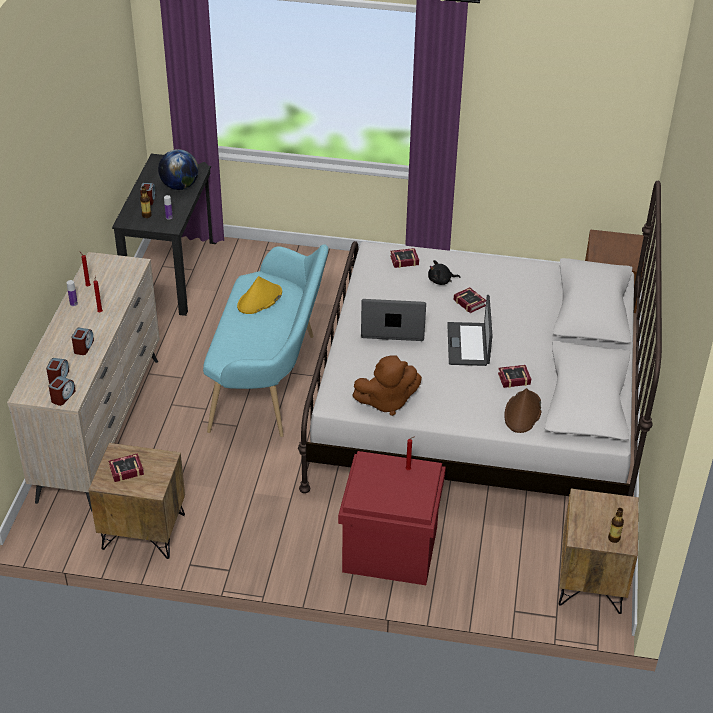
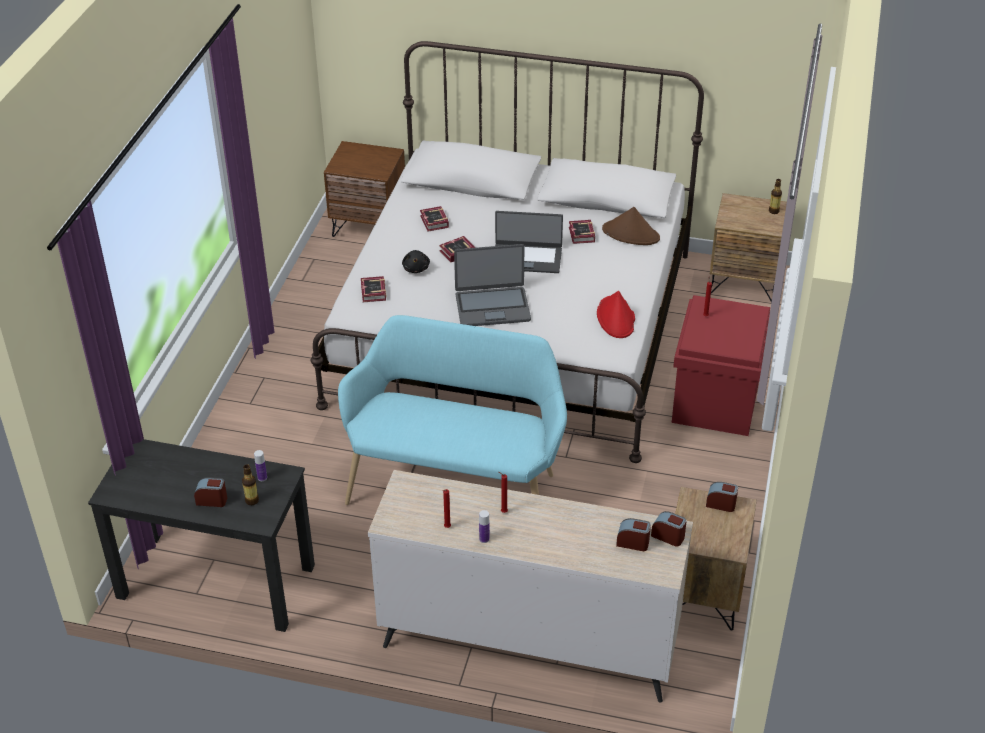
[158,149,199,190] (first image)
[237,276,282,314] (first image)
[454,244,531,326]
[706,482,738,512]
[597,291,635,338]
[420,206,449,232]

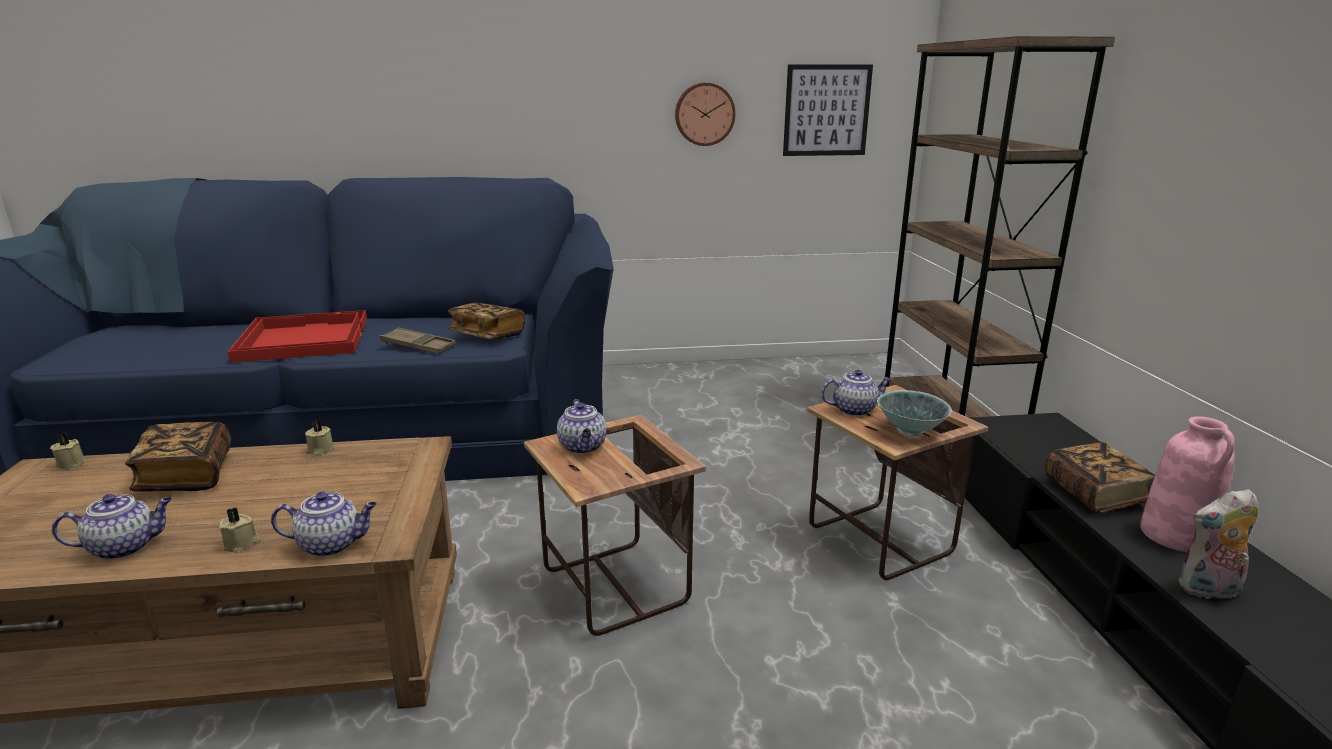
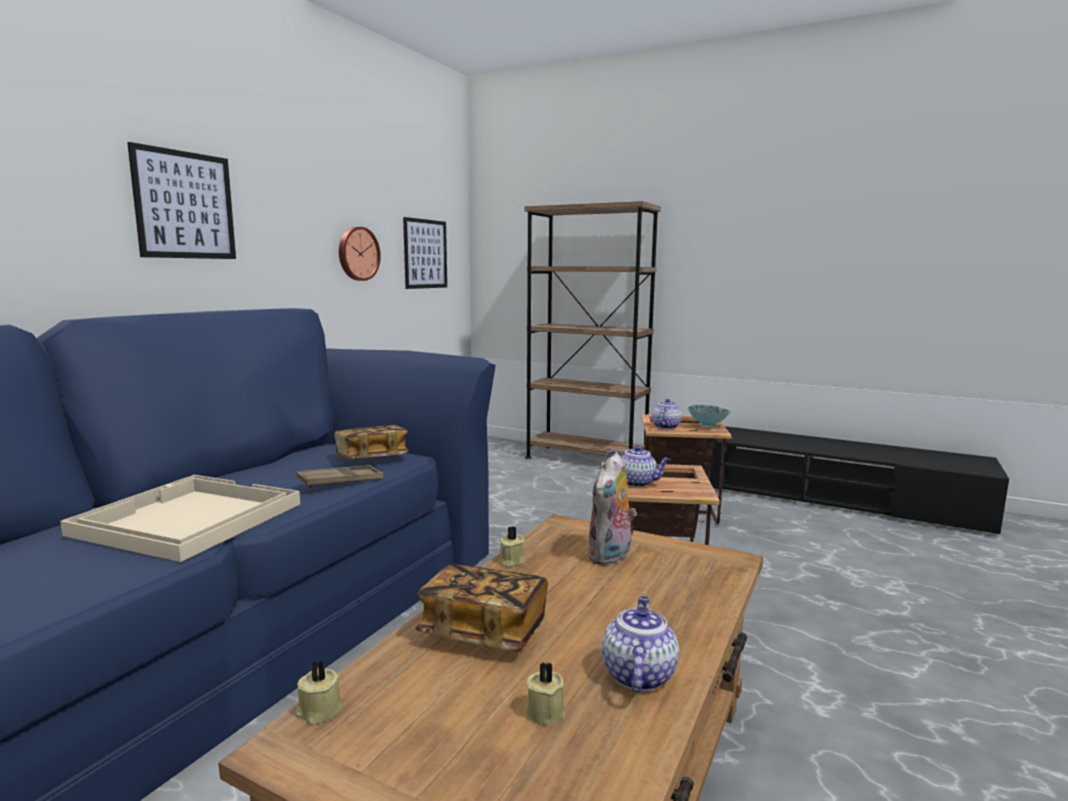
[60,475,300,562]
[1140,416,1235,552] (first image)
[1045,442,1155,513] (first image)
[587,453,637,566]
[271,492,377,557] (first image)
[525,662,566,727]
[127,142,236,259]

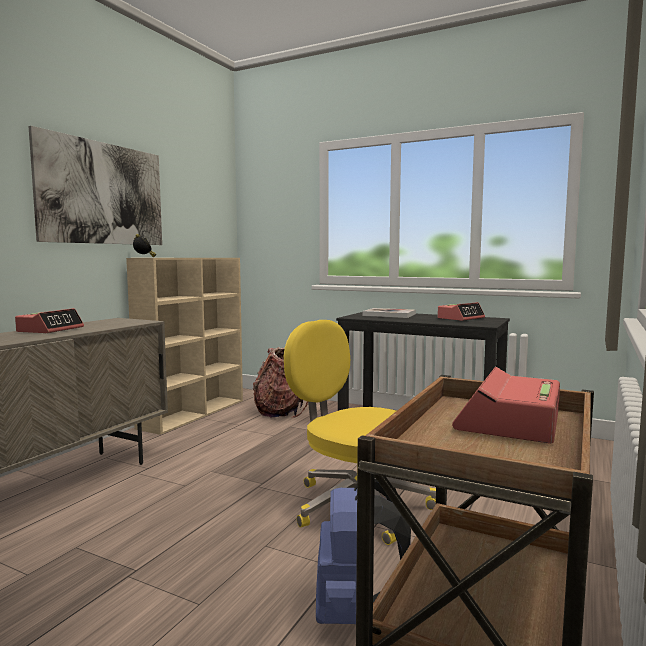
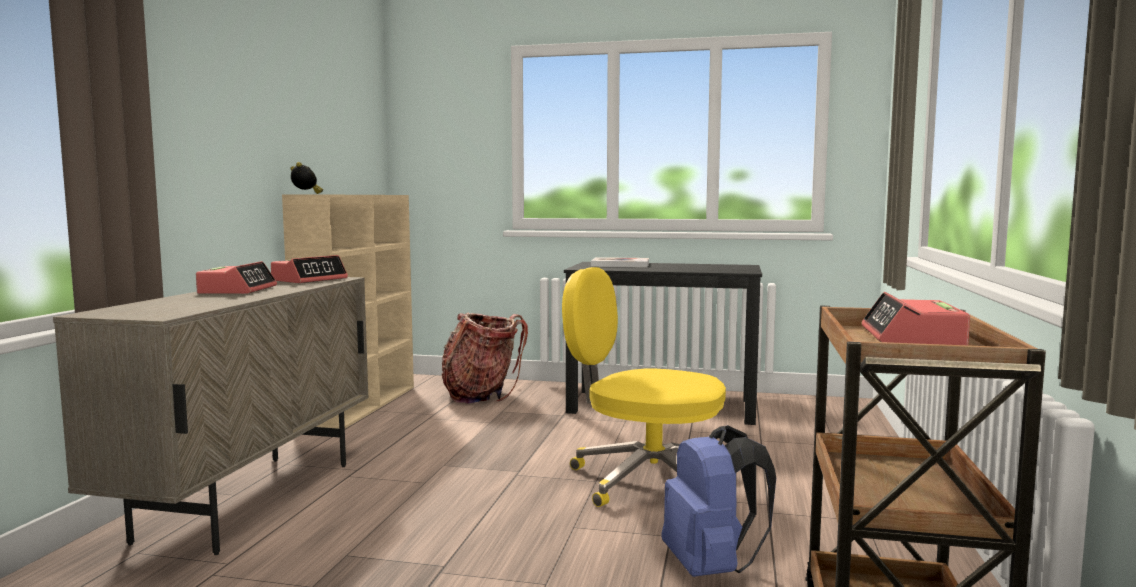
[28,126,162,245] (first image)
[271,255,348,283]

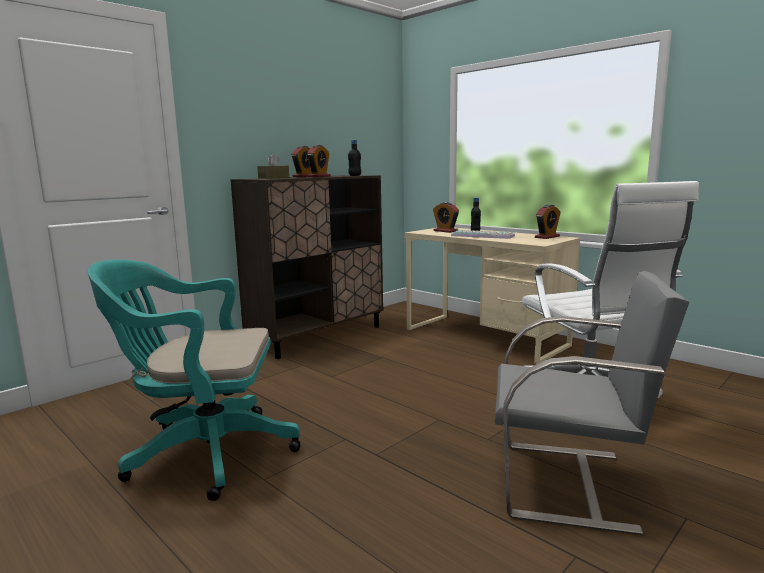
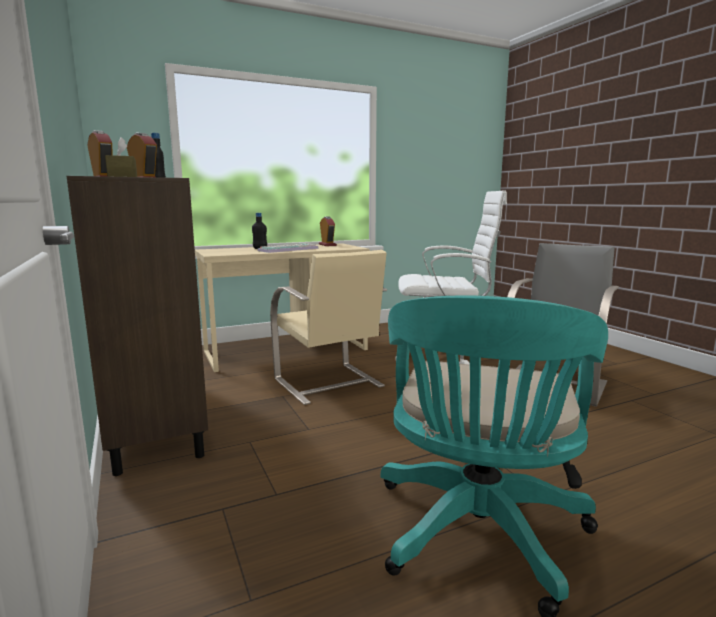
[433,202,459,233] (first image)
[270,250,387,405]

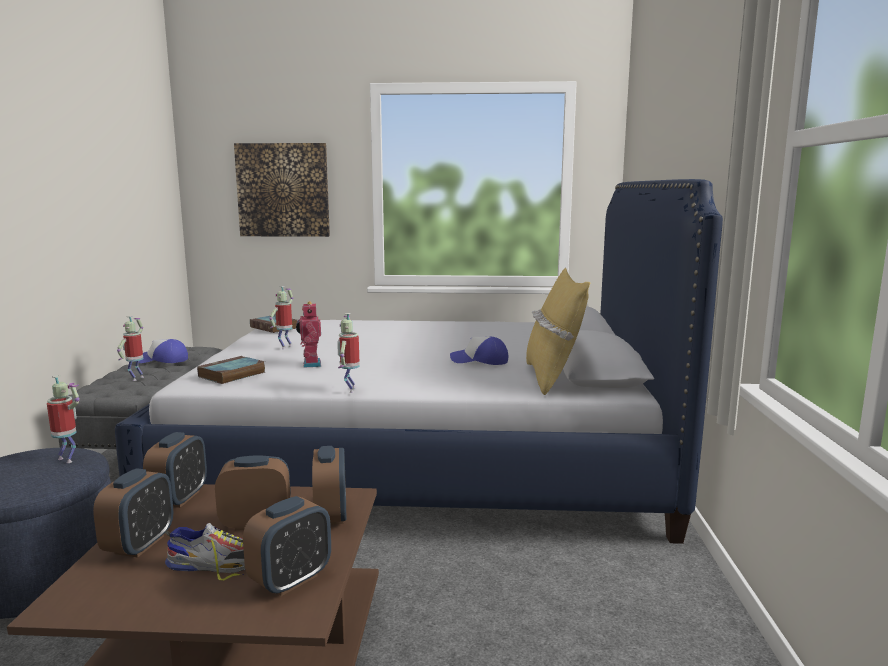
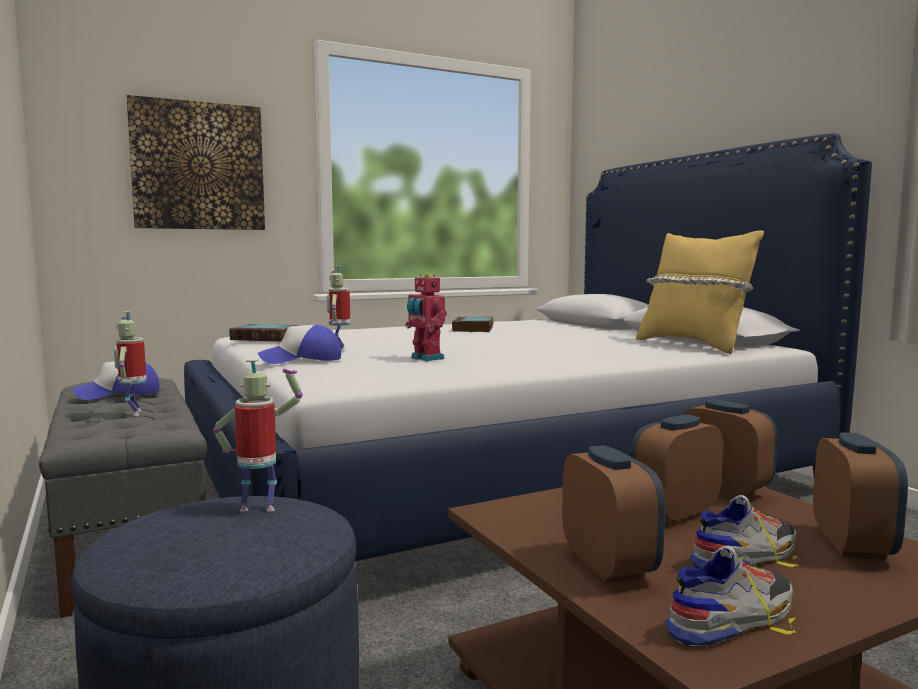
[337,313,360,393] (first image)
[258,325,341,364]
[452,317,494,332]
[143,432,207,508] (first image)
[665,546,799,647]

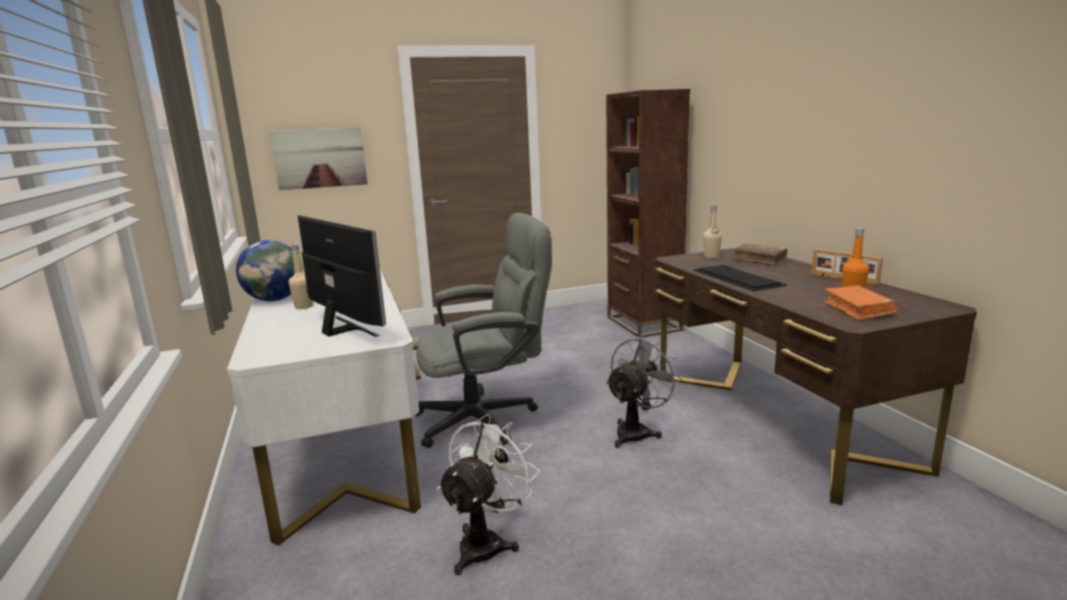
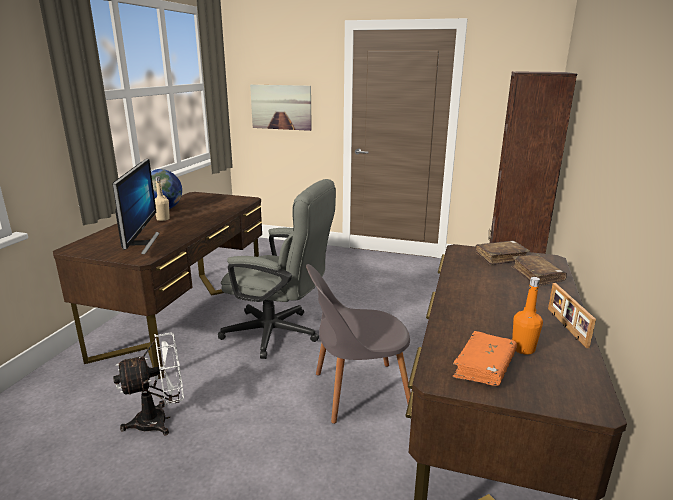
[475,241,530,265]
[693,265,787,291] (first image)
[53,192,262,379]
[306,264,411,424]

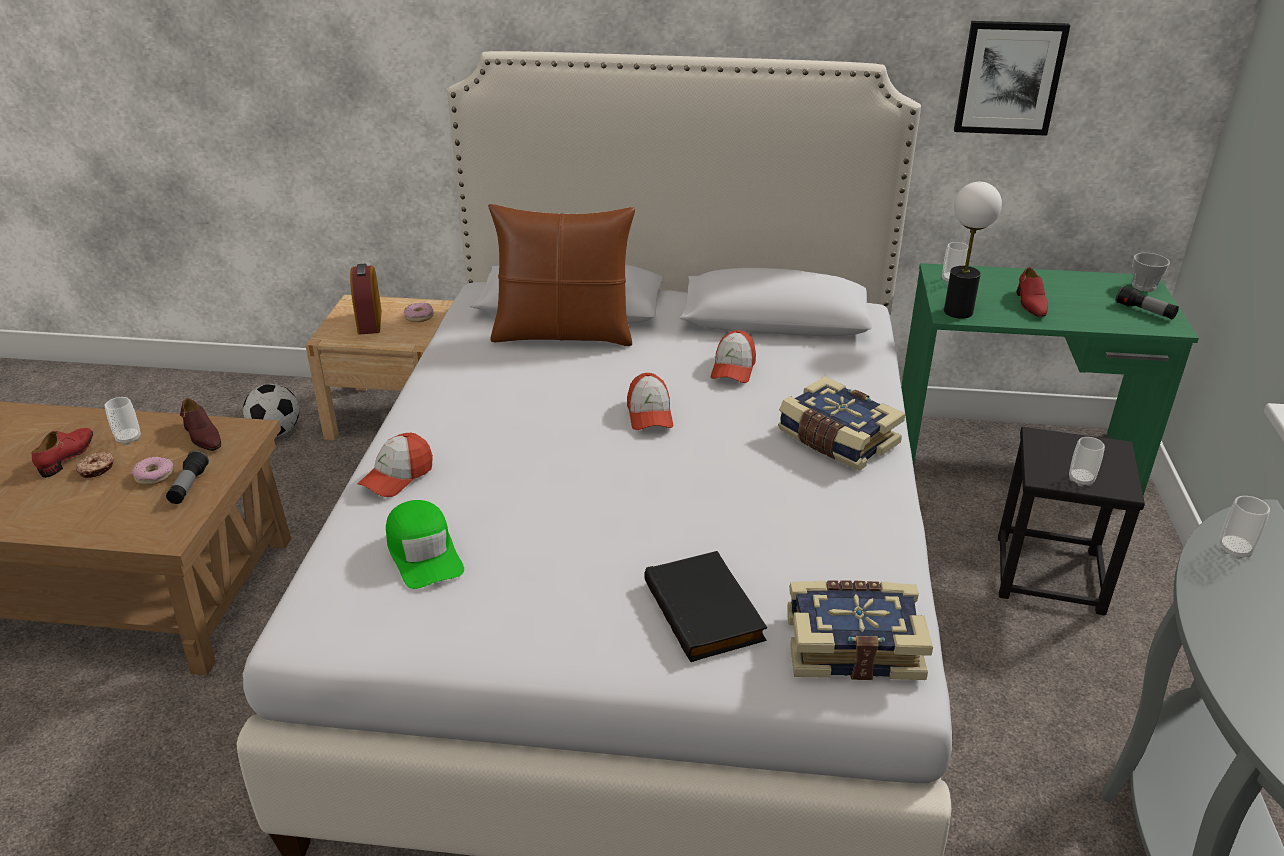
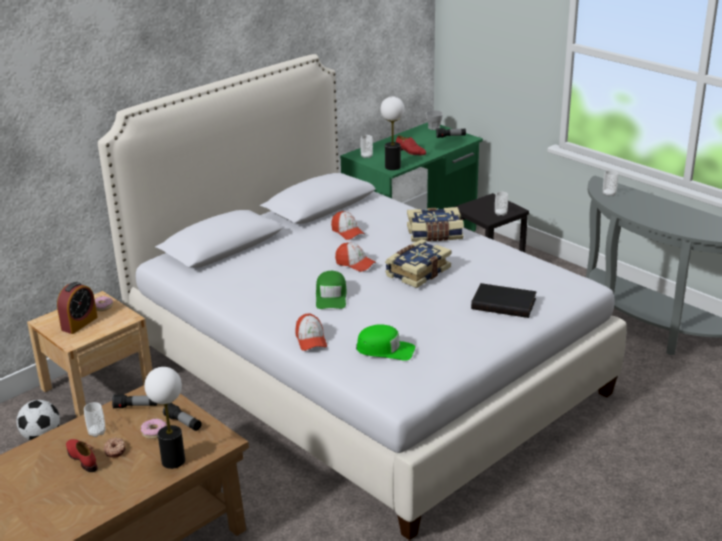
[954,21,1070,136] (first image)
[488,204,635,346] (first image)
[57,282,98,334]
[112,394,157,409]
[385,239,451,288]
[316,271,347,309]
[144,367,185,469]

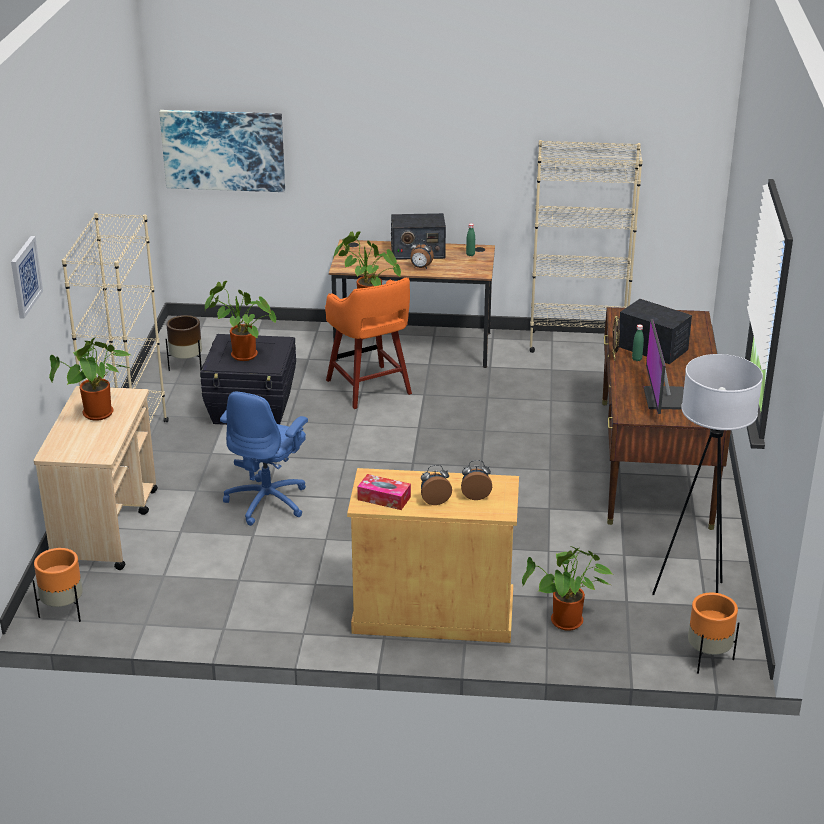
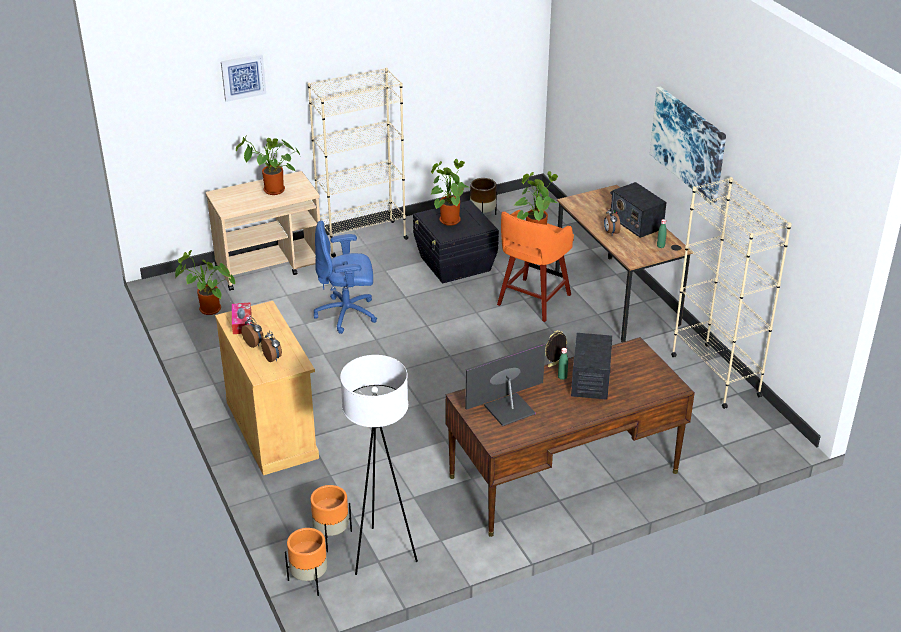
[650,86,726,206]
[175,250,235,315]
[310,485,352,552]

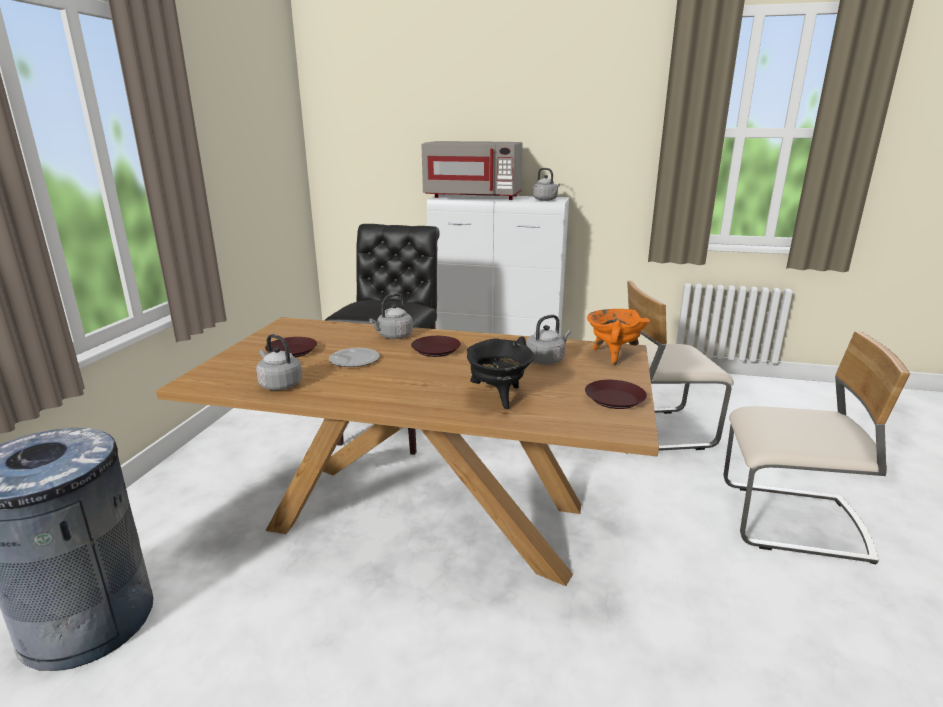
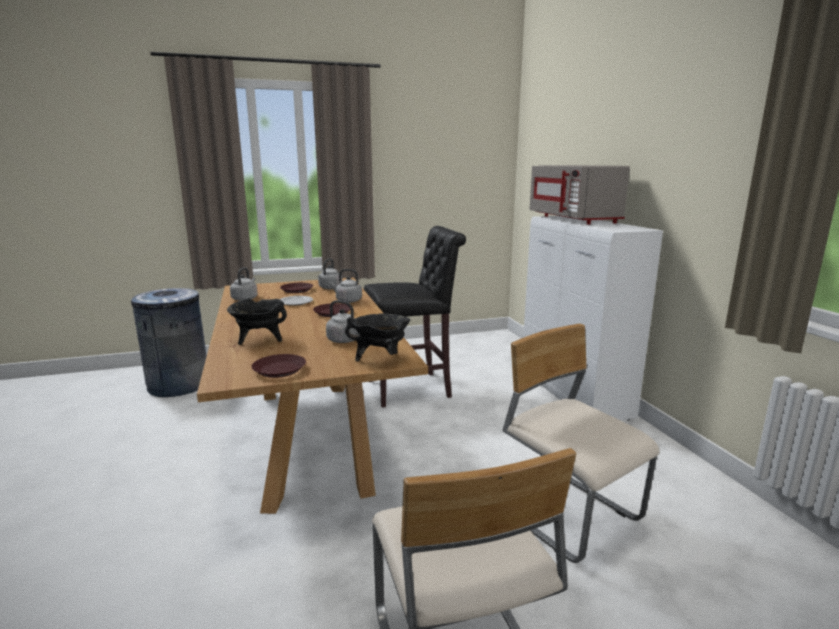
[318,258,342,289]
[345,314,410,361]

